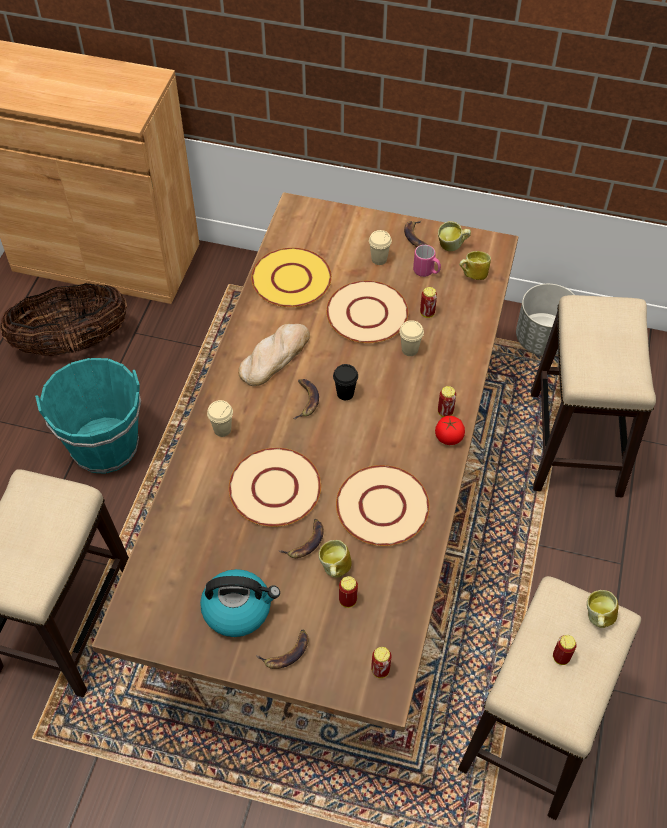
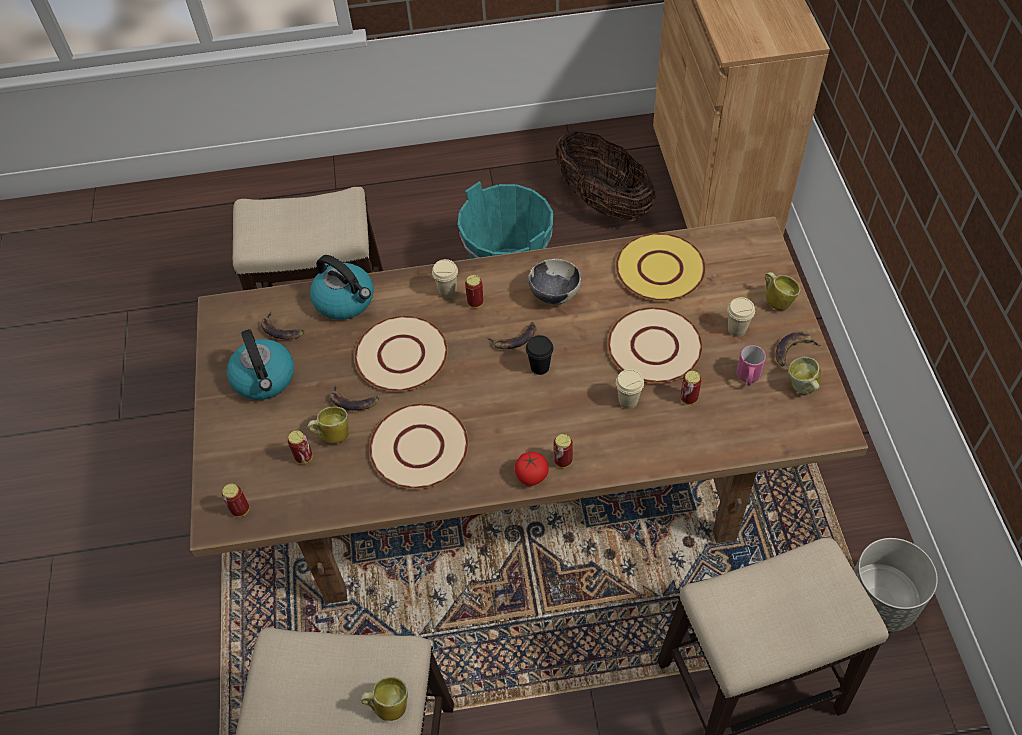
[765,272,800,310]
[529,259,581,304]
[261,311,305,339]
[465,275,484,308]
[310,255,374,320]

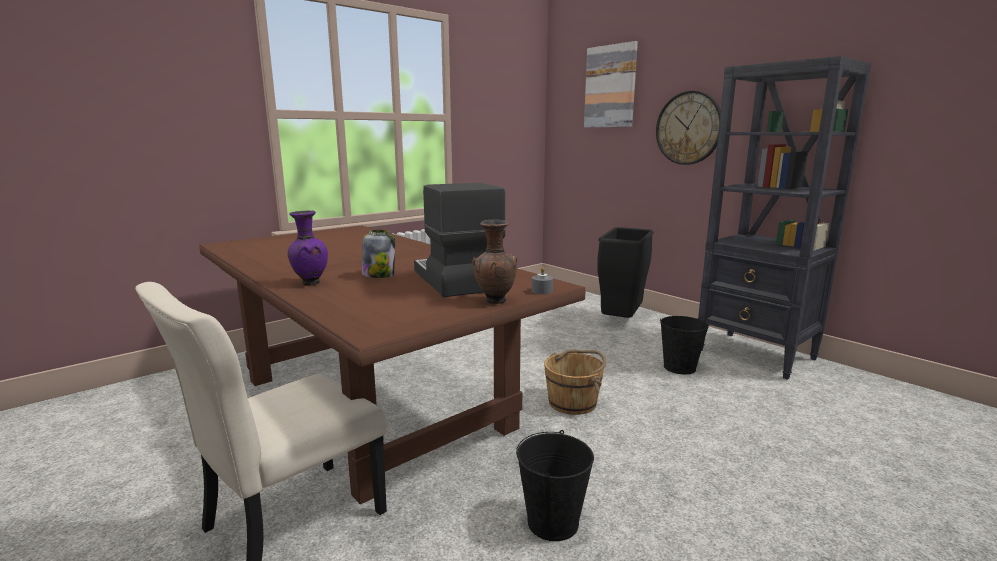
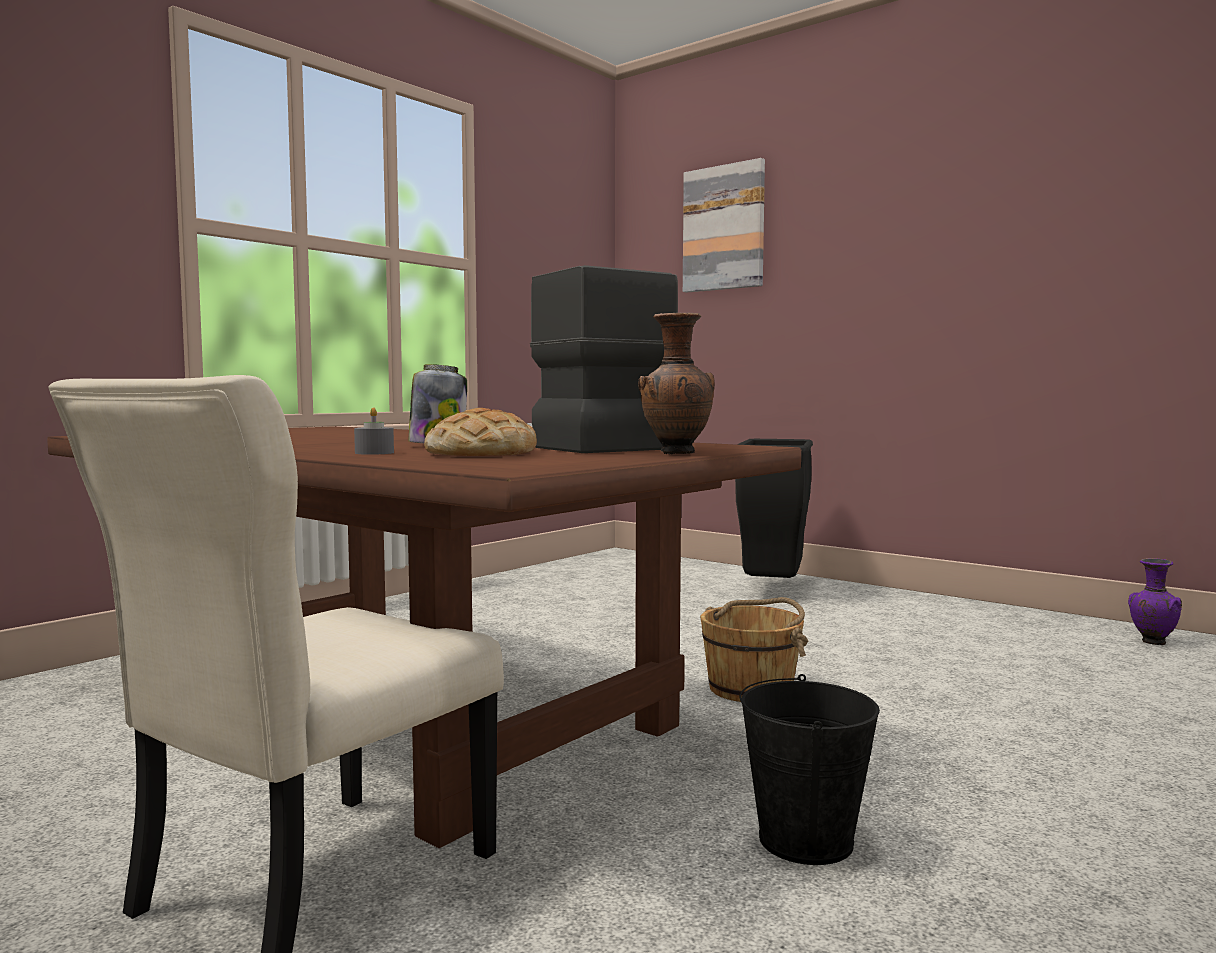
[698,56,871,380] (first image)
[656,91,721,165] (first image)
[1128,558,1182,645]
[354,407,394,455]
[660,316,709,374] (first image)
[424,408,537,456]

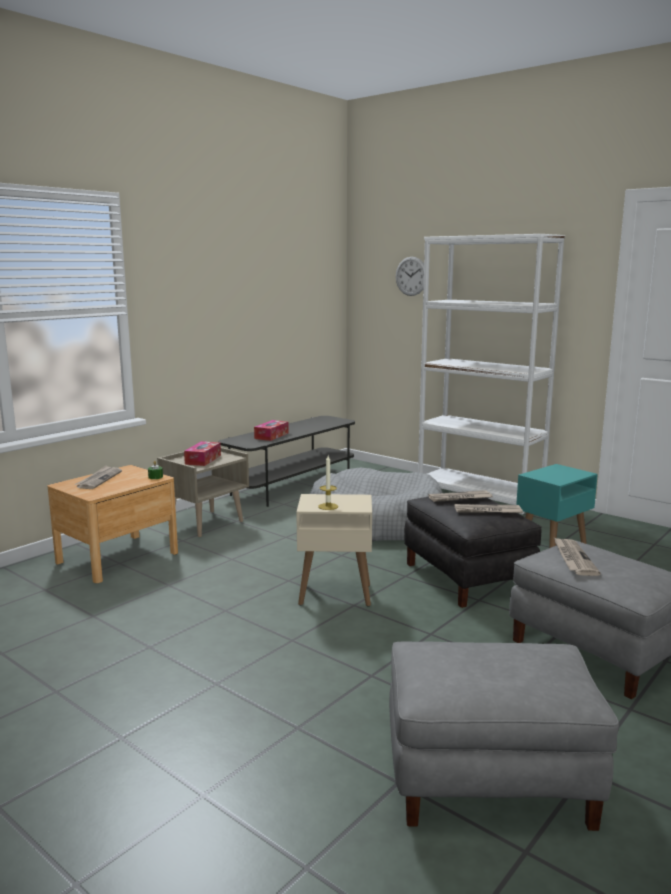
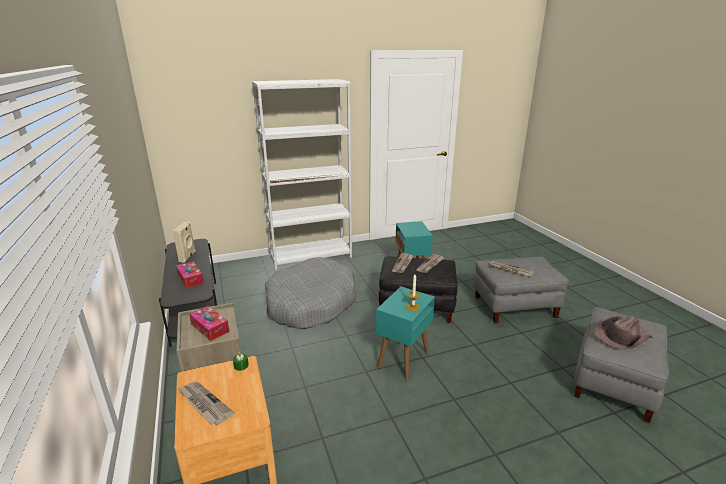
[396,257,424,296] (first image)
[376,287,435,380]
[173,221,196,263]
[594,316,653,350]

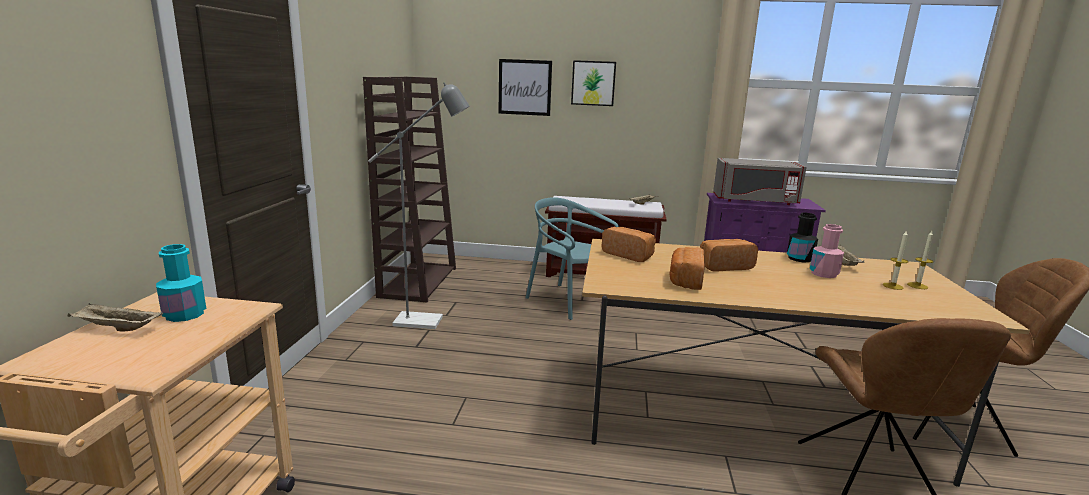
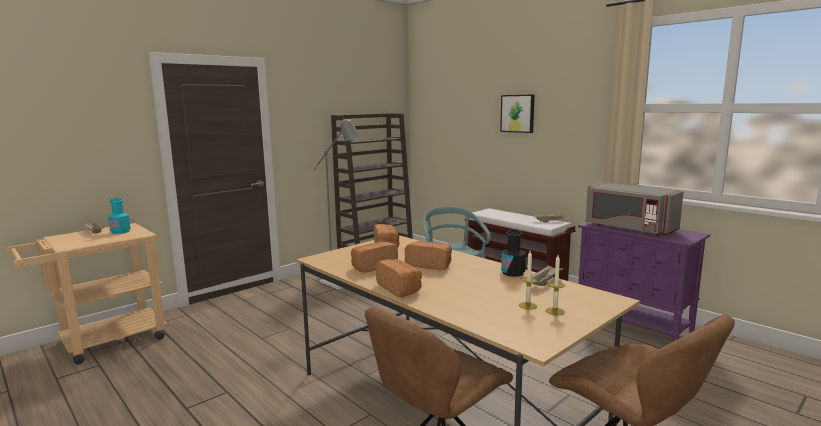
[498,59,552,116] (first image)
[810,224,844,278] (first image)
[376,259,422,297]

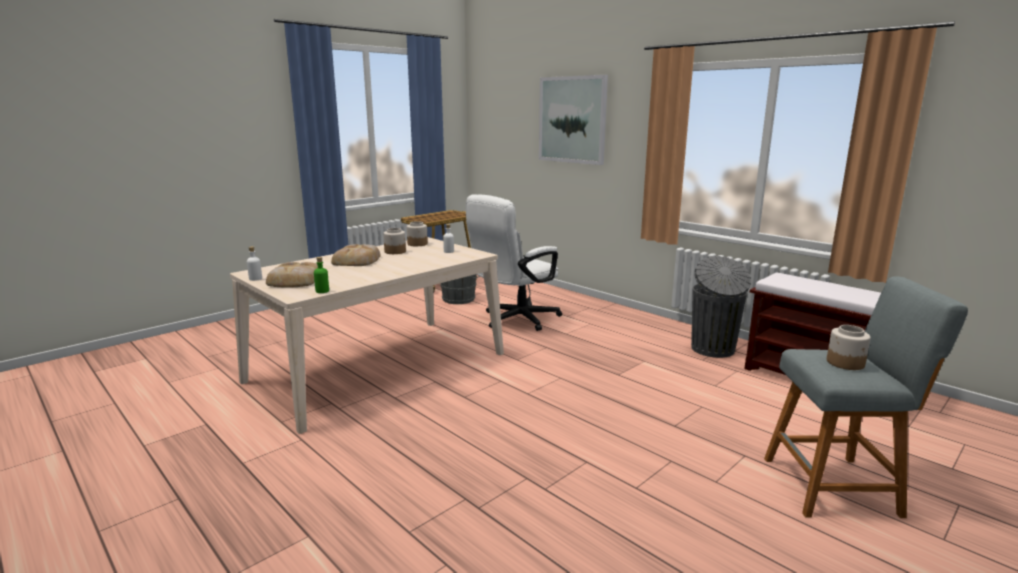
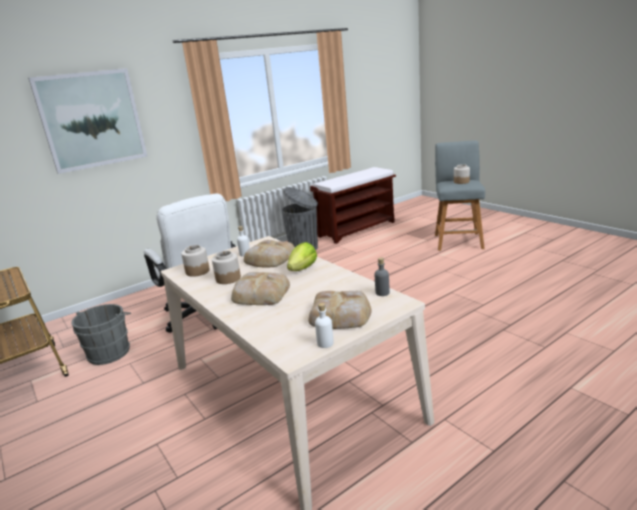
[375,258,390,296]
[244,240,295,267]
[287,242,317,271]

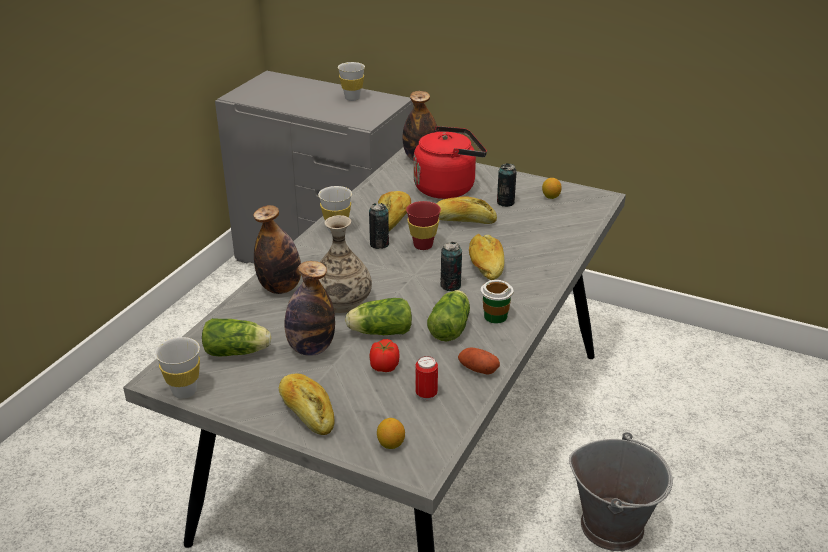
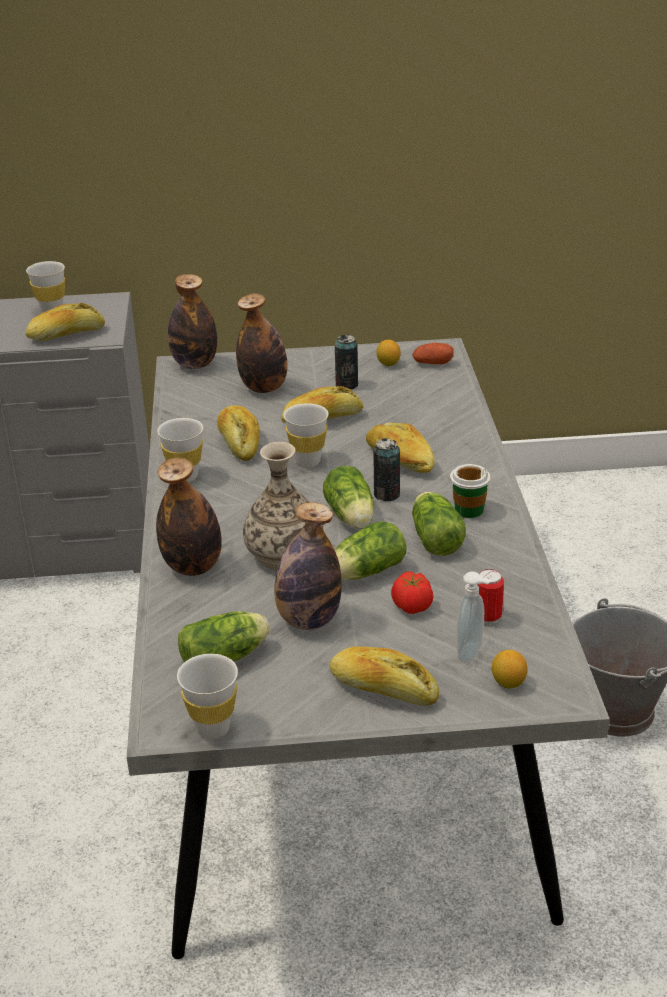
[236,294,288,393]
[283,403,328,467]
[369,203,389,249] (first image)
[413,343,454,364]
[25,303,105,341]
[323,466,374,528]
[456,572,491,664]

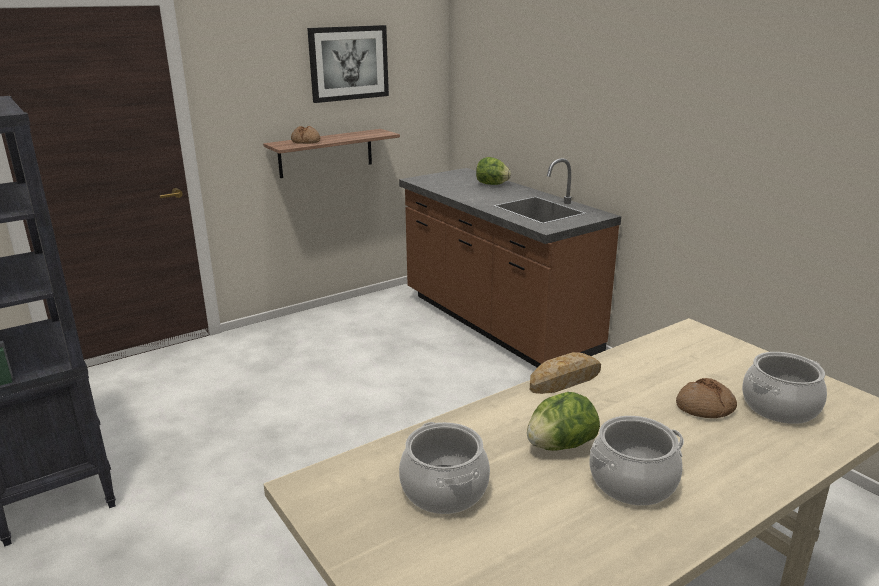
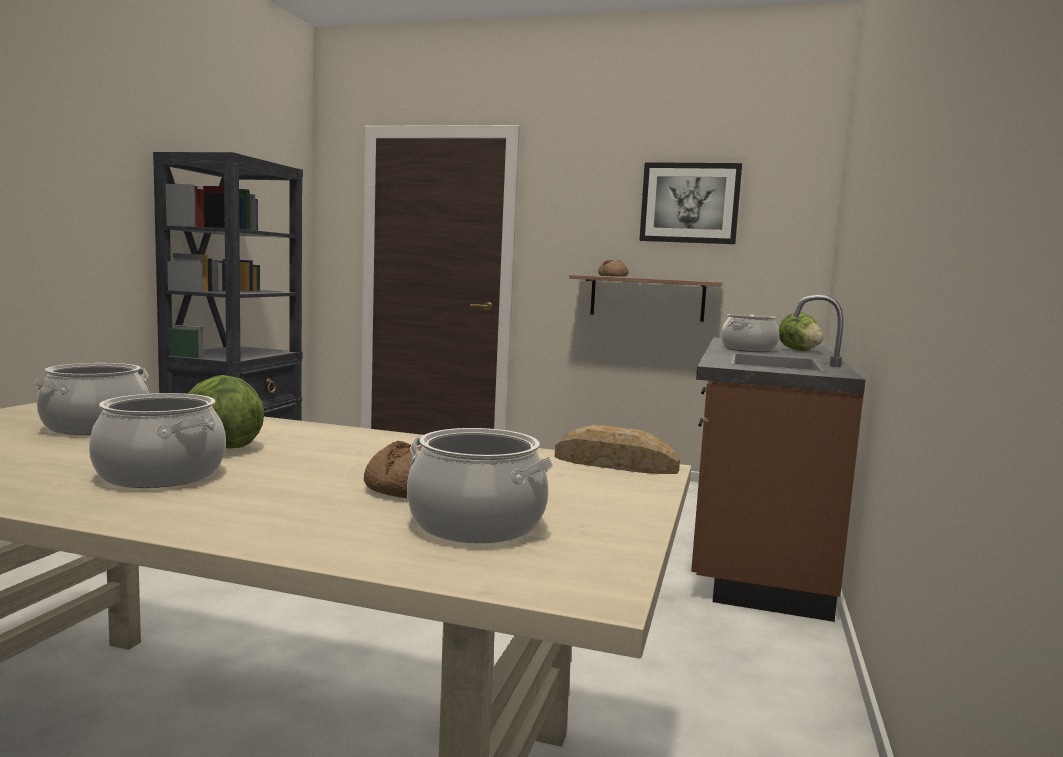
[555,425,680,474]
[721,314,779,352]

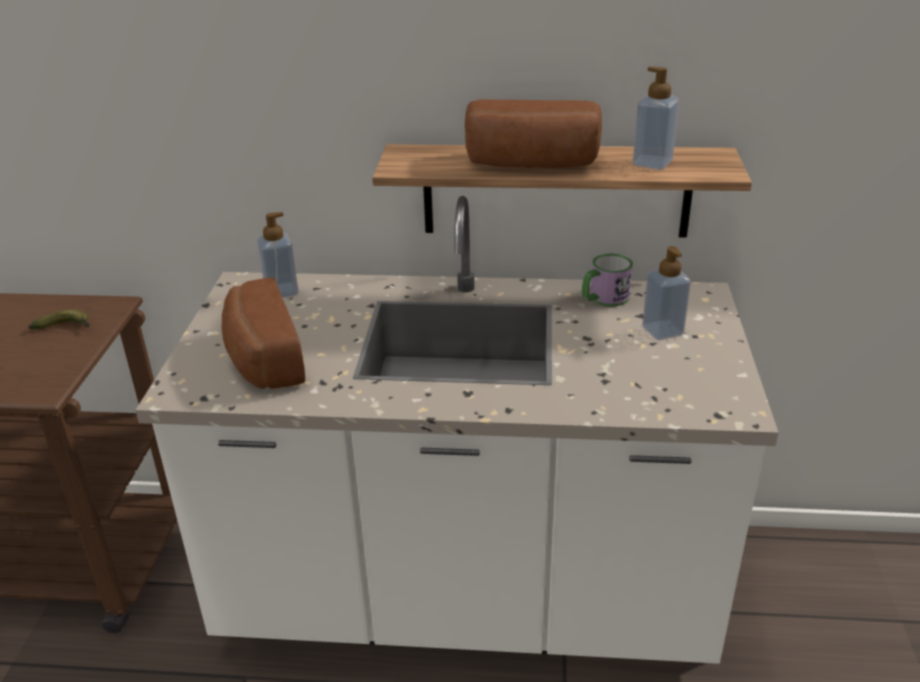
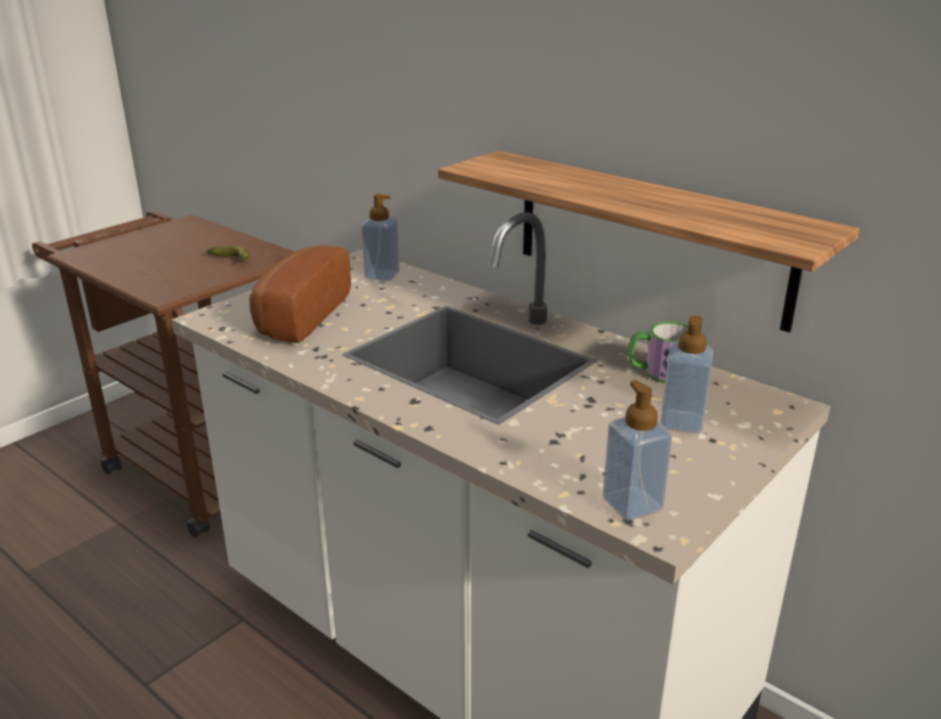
[603,380,672,520]
[465,99,602,168] (first image)

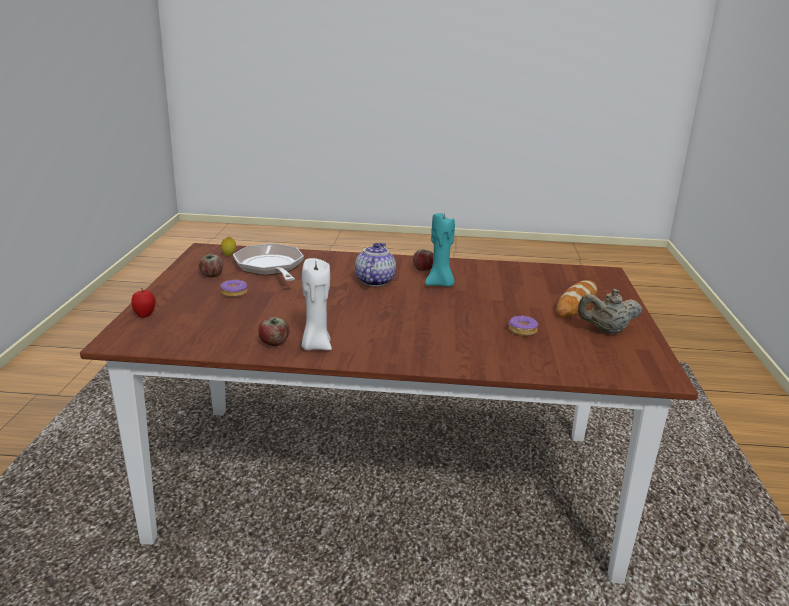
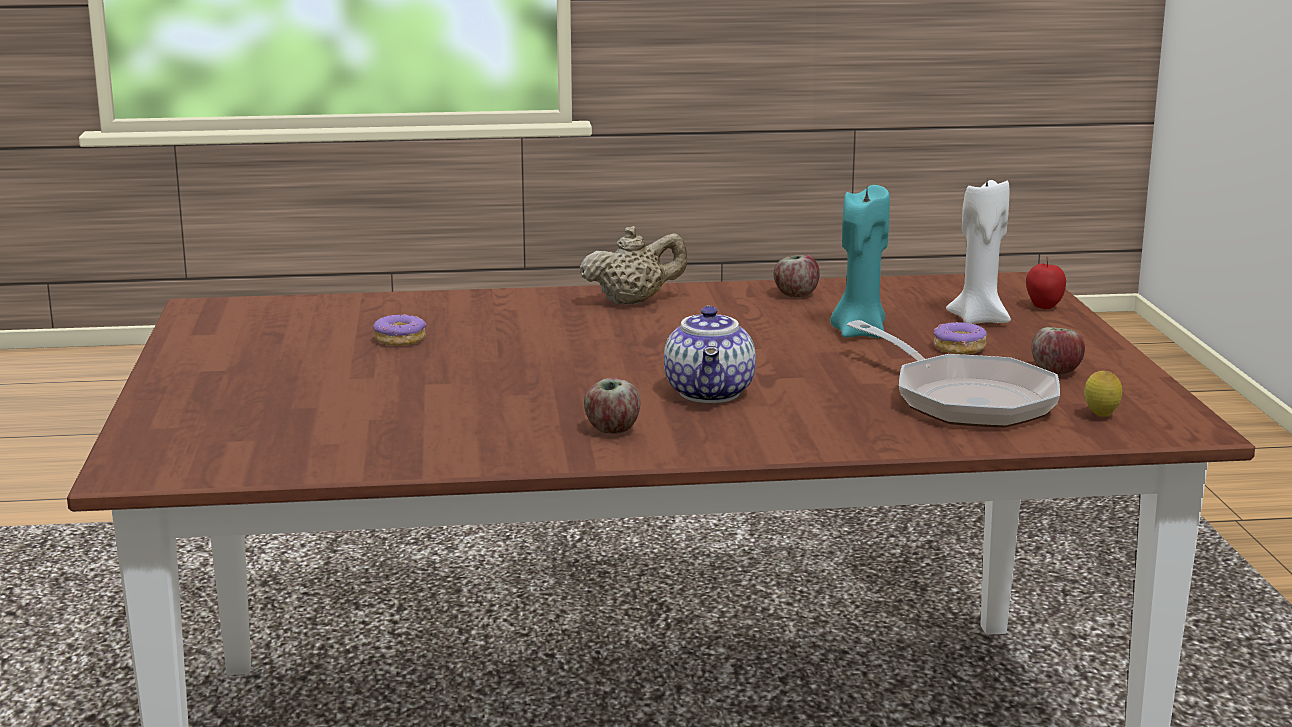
[830,185,890,338]
[946,174,1011,324]
[556,280,598,317] (first image)
[580,226,687,304]

